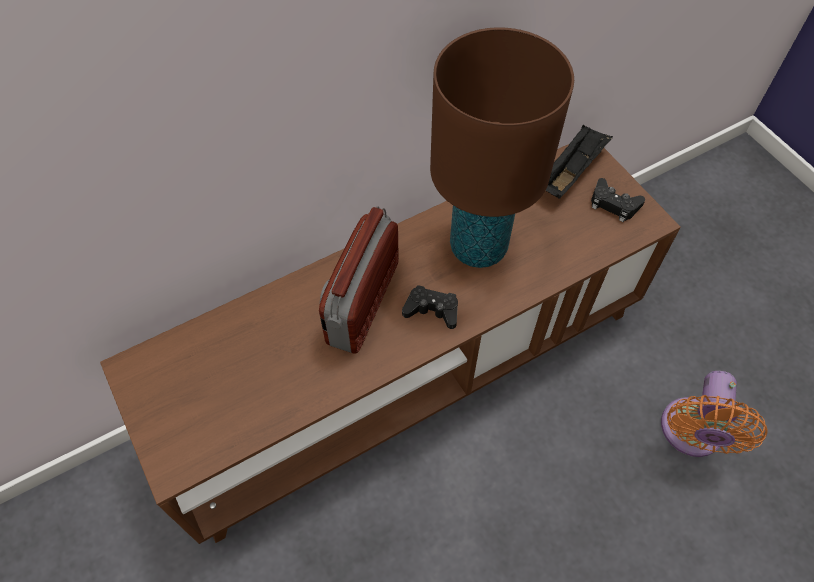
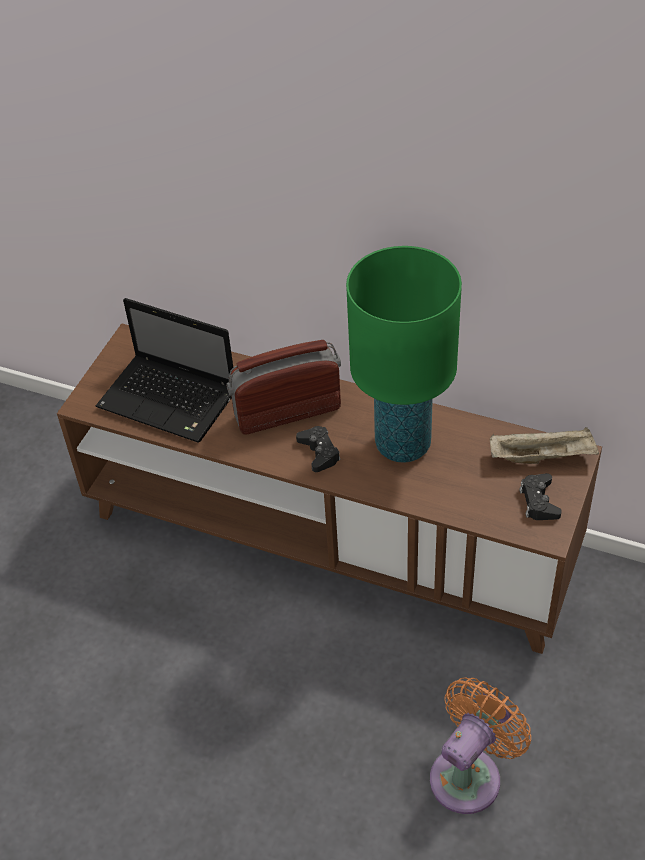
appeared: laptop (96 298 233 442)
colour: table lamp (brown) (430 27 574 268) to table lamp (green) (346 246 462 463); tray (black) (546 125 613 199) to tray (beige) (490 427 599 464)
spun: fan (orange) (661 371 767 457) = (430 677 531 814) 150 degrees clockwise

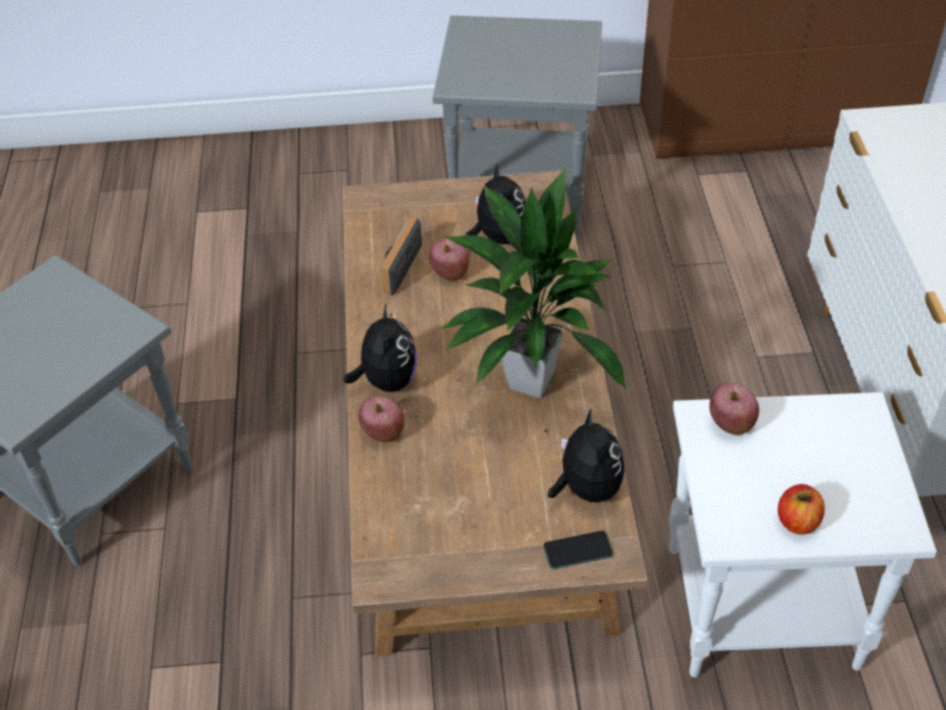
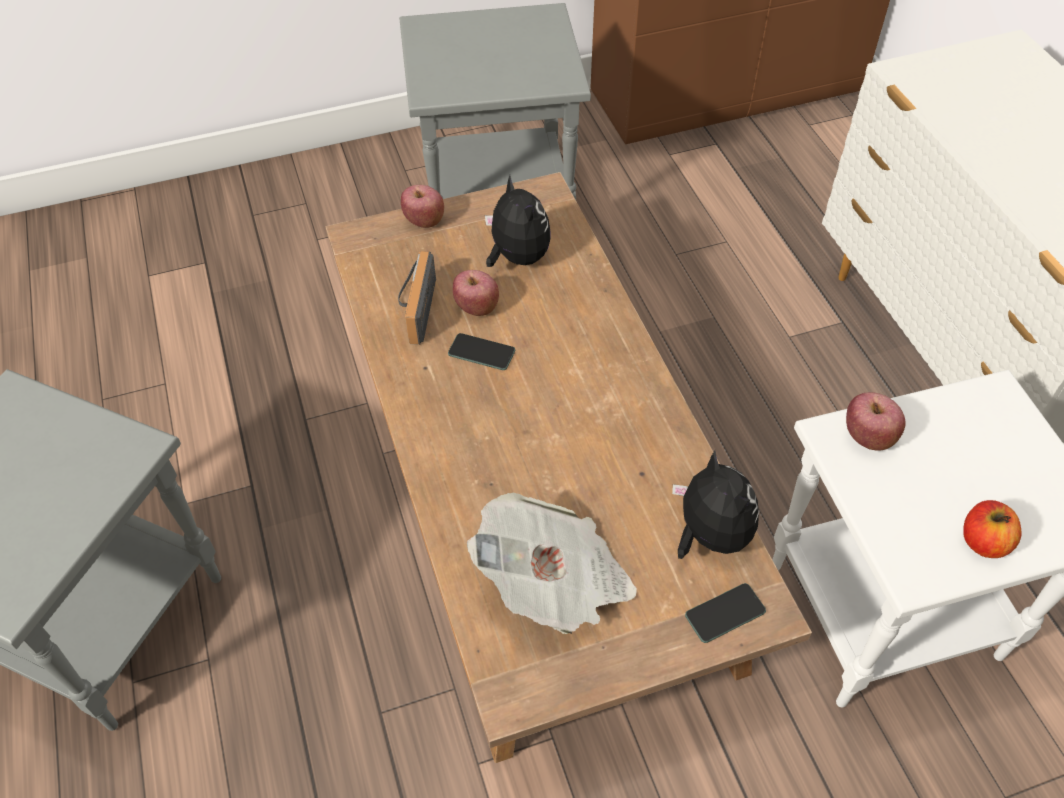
missing: plush toy (344 303 418 392); potted plant (440 168 627 398)
appeared: phone (448 333 515 370); newspaper (467 492 637 634)
relocated: apple (359 396 405 442) to (401 185 444 228)

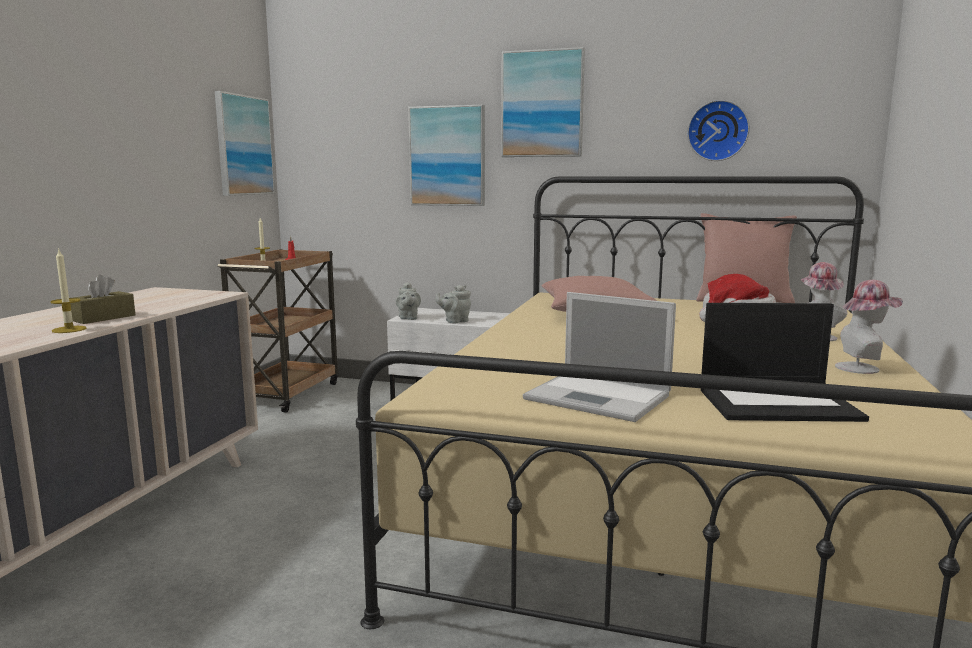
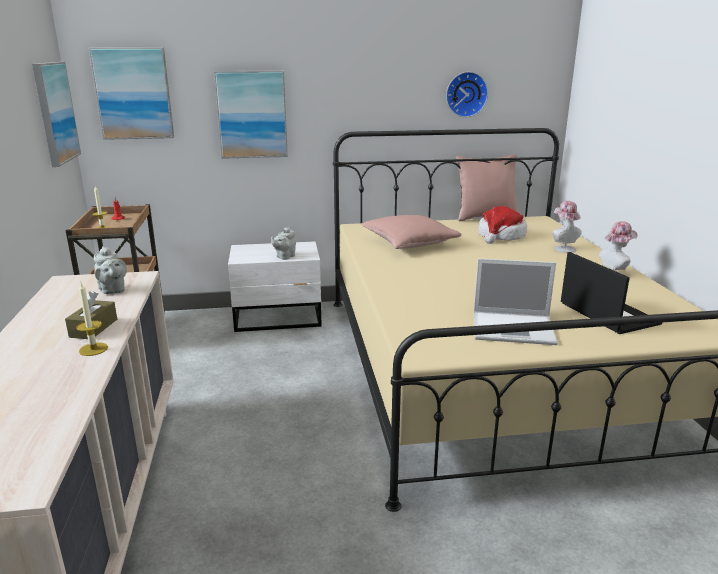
relocated: teapot (grey) (396 282 421 320) to (94 246 127 294); picture (501 47 585 157) to (88 48 174 140)
spun: laptop (701 303 869 422) = (561 252 662 334) 90 degrees counterclockwise

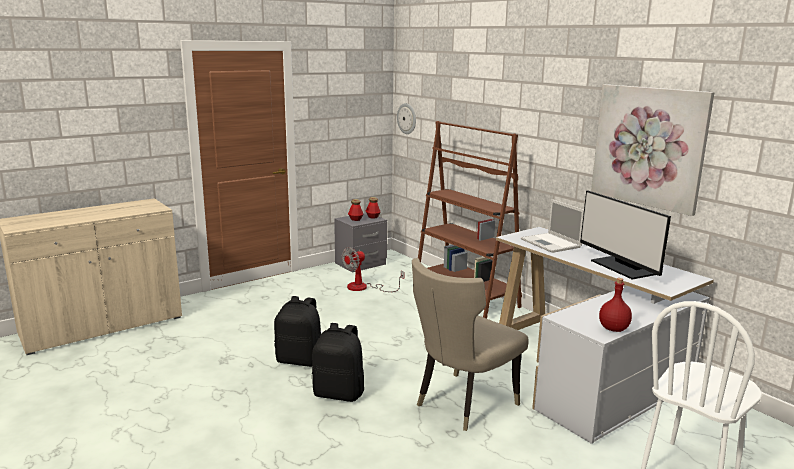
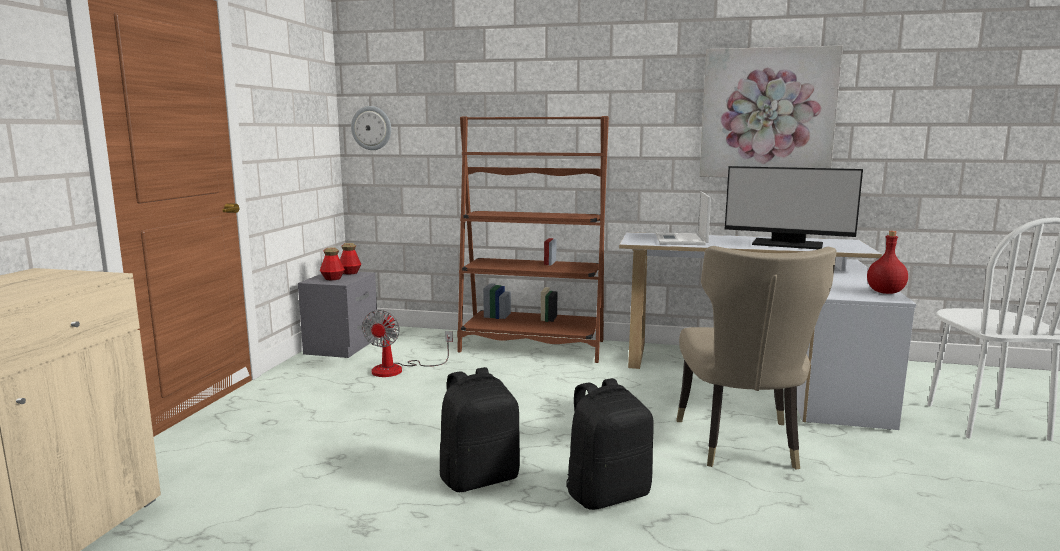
spun: laptop (521 199 584 253) = (655 191 711 245) 75 degrees clockwise

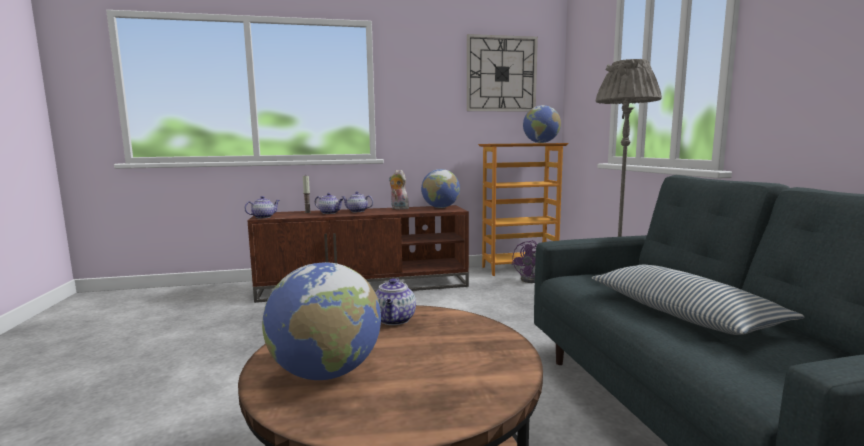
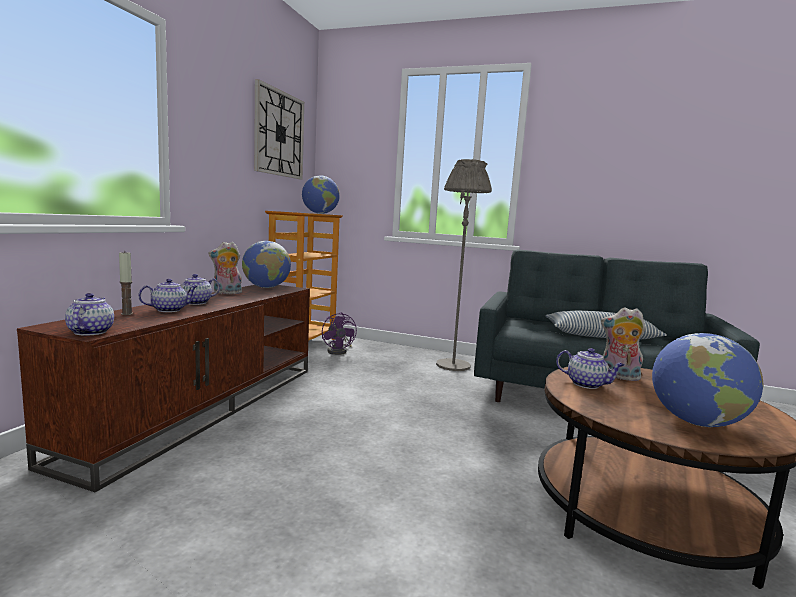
appeared: plush toy (601 307 646 381)

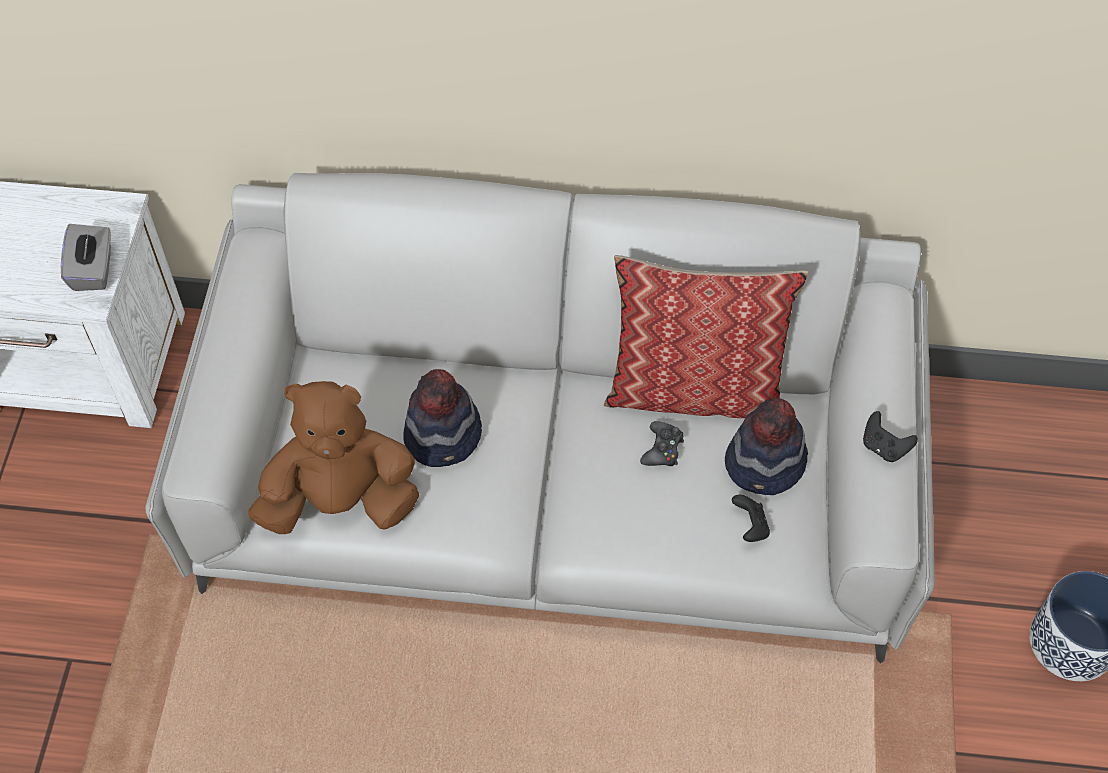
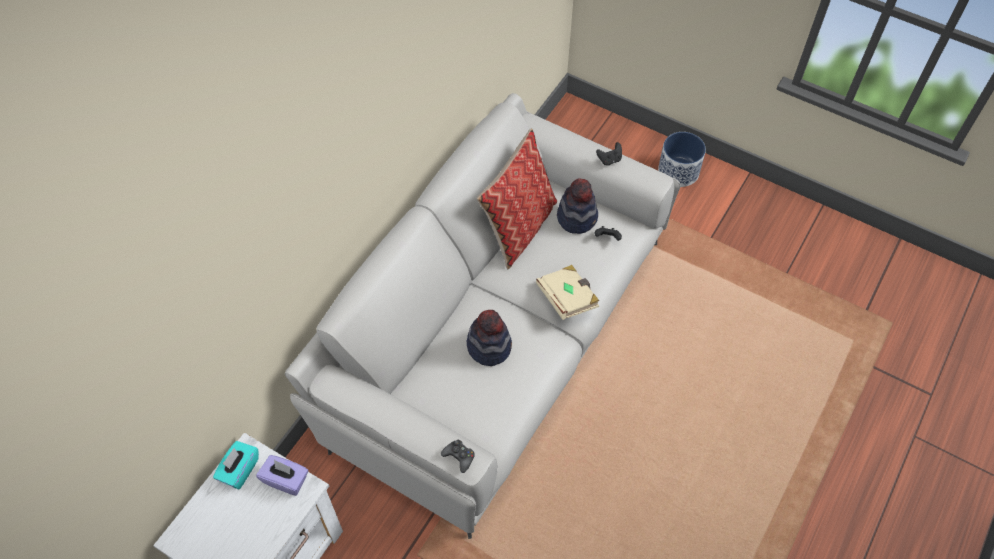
missing: plush toy (brown) (248 381 419 534)
appeared: tissue box (turquoise) (213 441 259 489); book (beige) (536 265 599 320)
relocated: game controller (black) (640 421 684 466) to (441 440 474 473)
colour: tissue box (grey) (61 224 111 291) to tissue box (purple) (256 455 308 496)

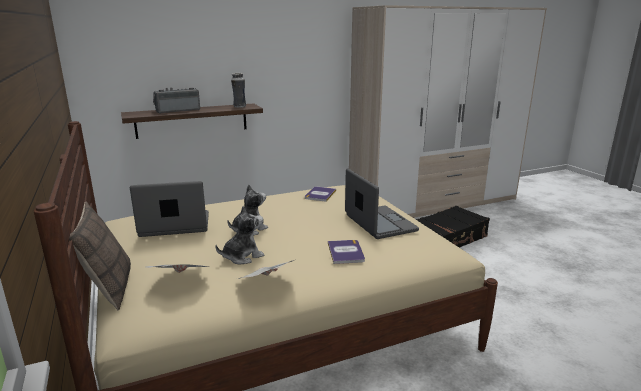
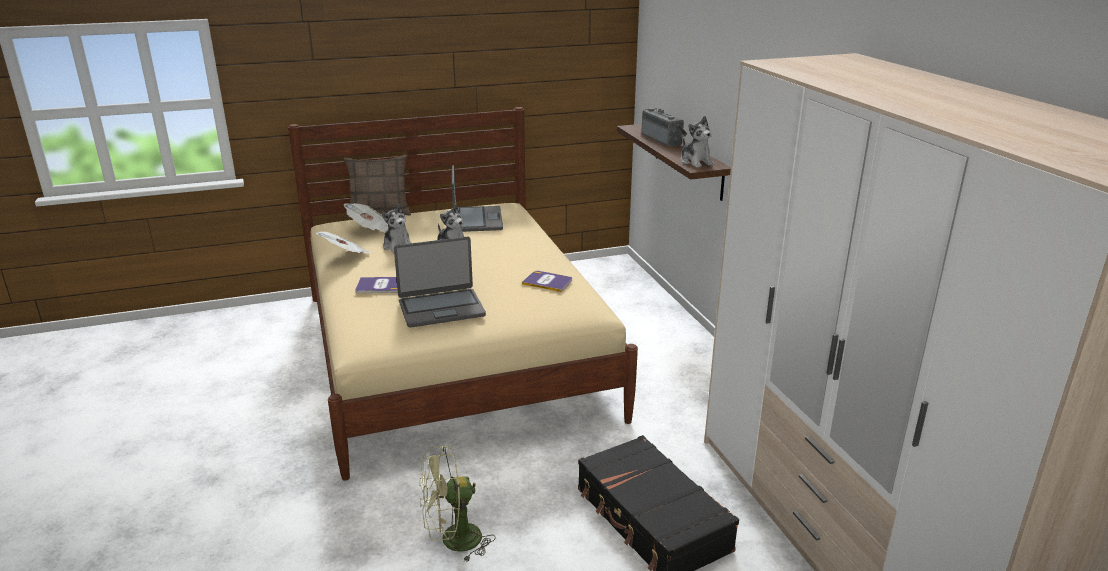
appeared: fan (green) (419 445 496 563)
exchanged: vase (231 73 246 108) to plush toy (680 116 714 168)

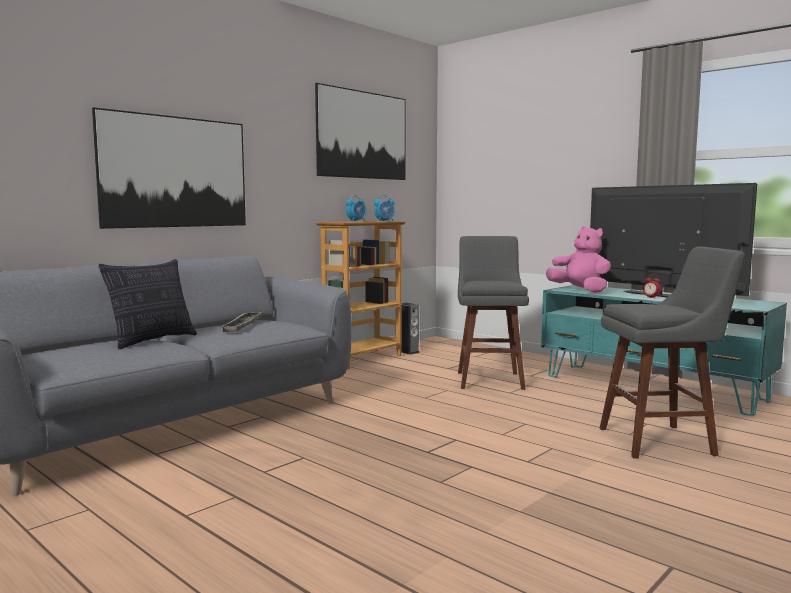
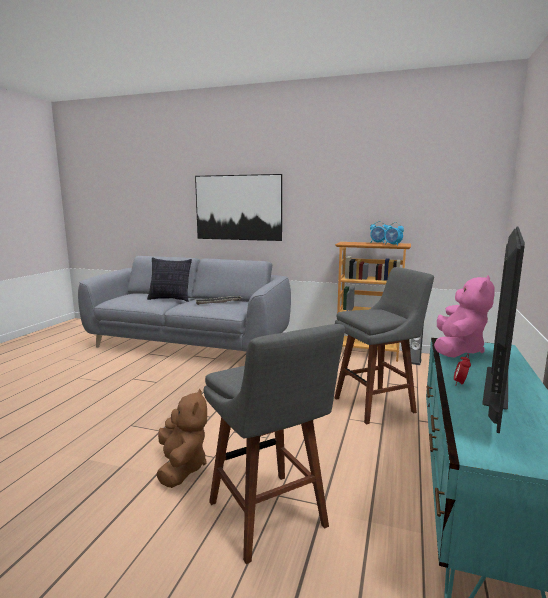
missing: picture (315 83 406 180)
appeared: plush toy (brown) (156 389 207 488)

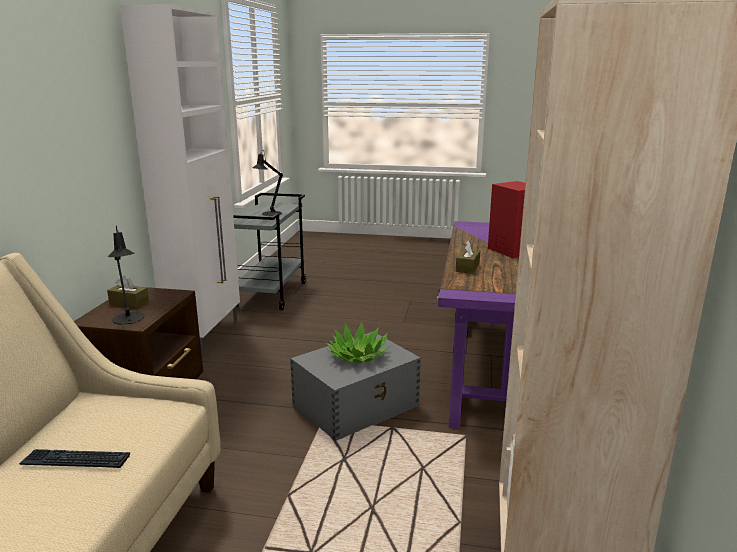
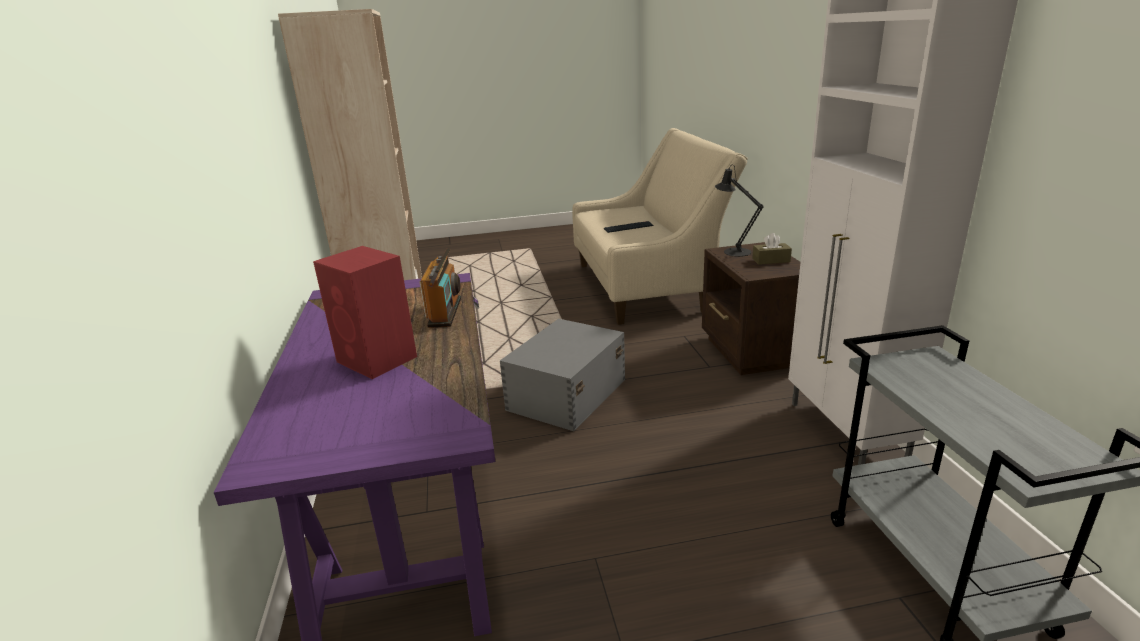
missing: table lamp (black) (252 150 283 216); potted plant (326 321 391 363)
exchanged: tissue box (brown) (456 241 480 274) to radio (420 248 461 328)

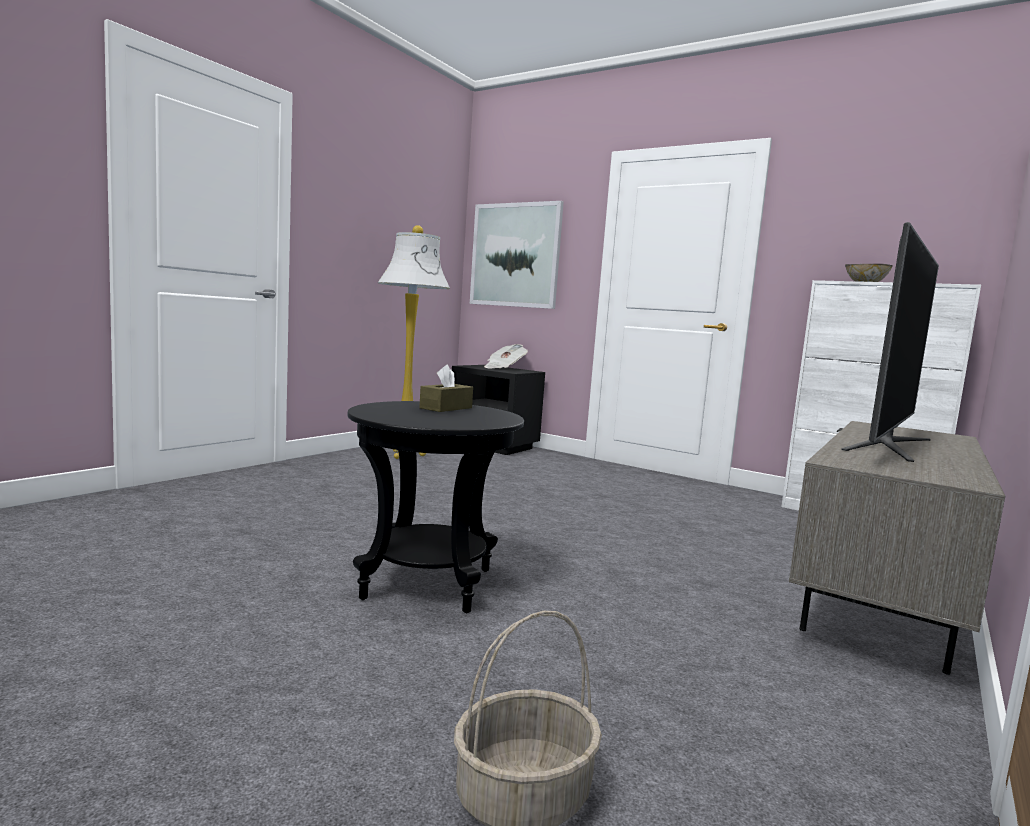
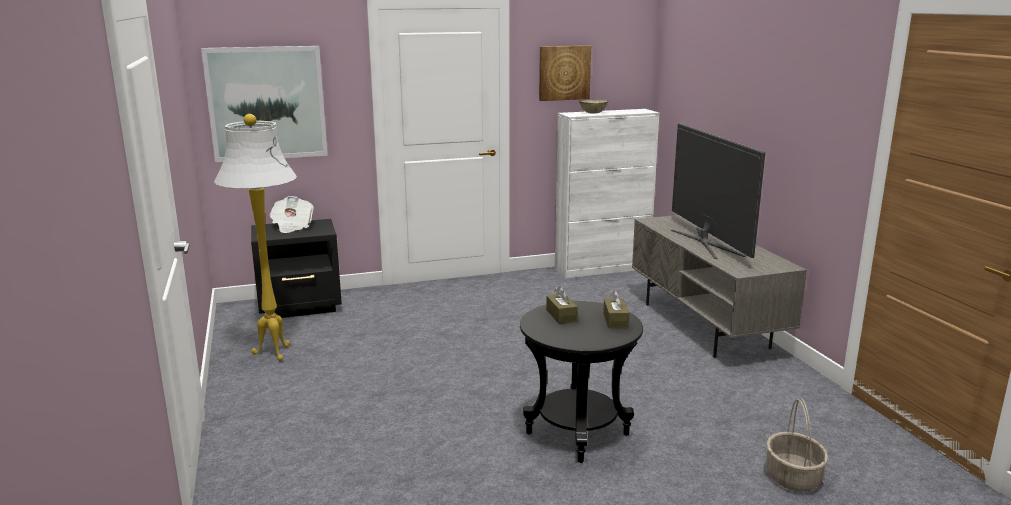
appeared: picture (539 45 591 101); tissue box (brown) (603 291 629 328)

